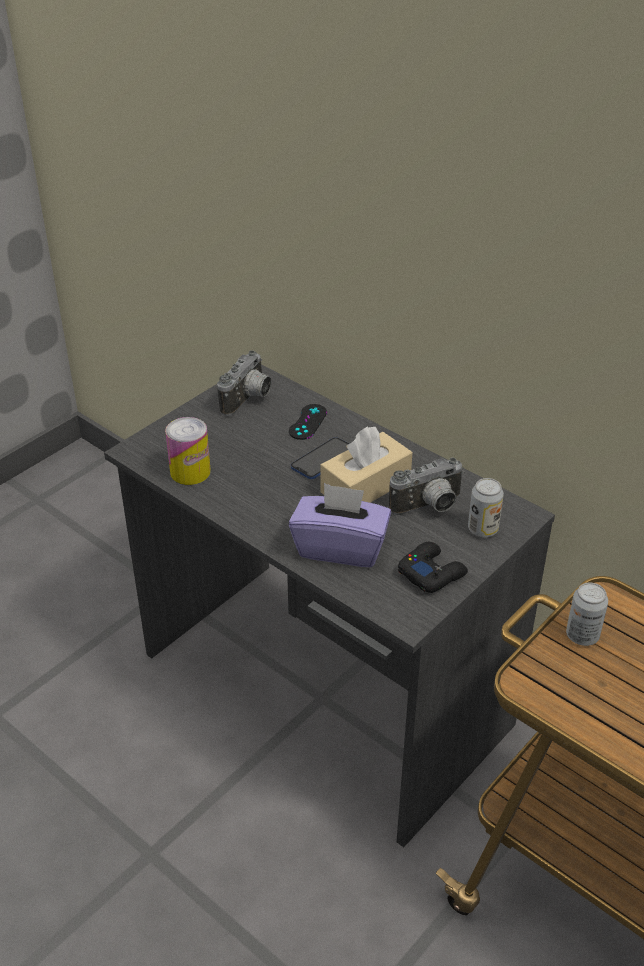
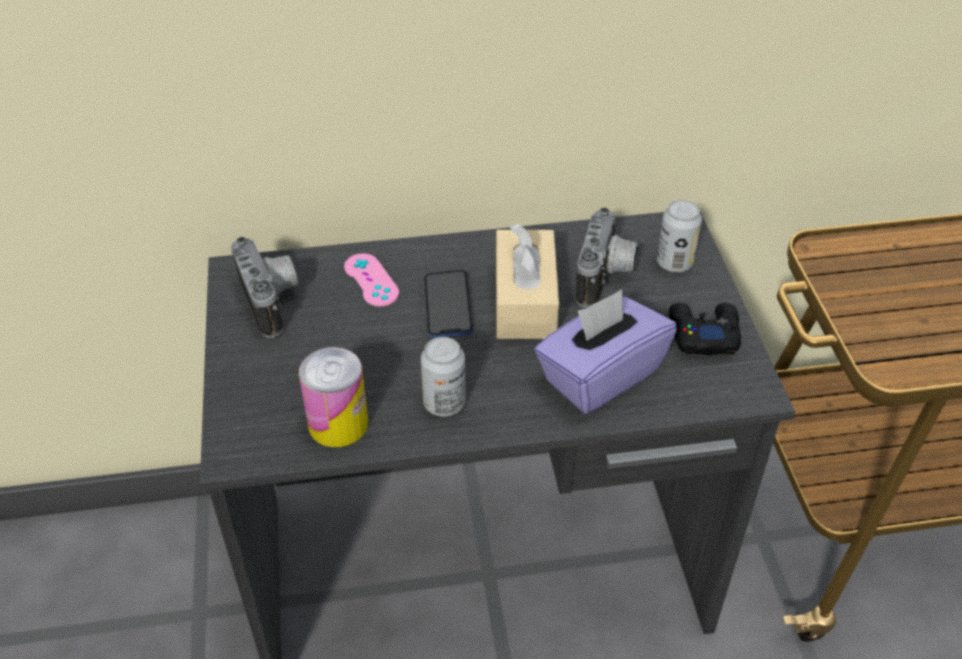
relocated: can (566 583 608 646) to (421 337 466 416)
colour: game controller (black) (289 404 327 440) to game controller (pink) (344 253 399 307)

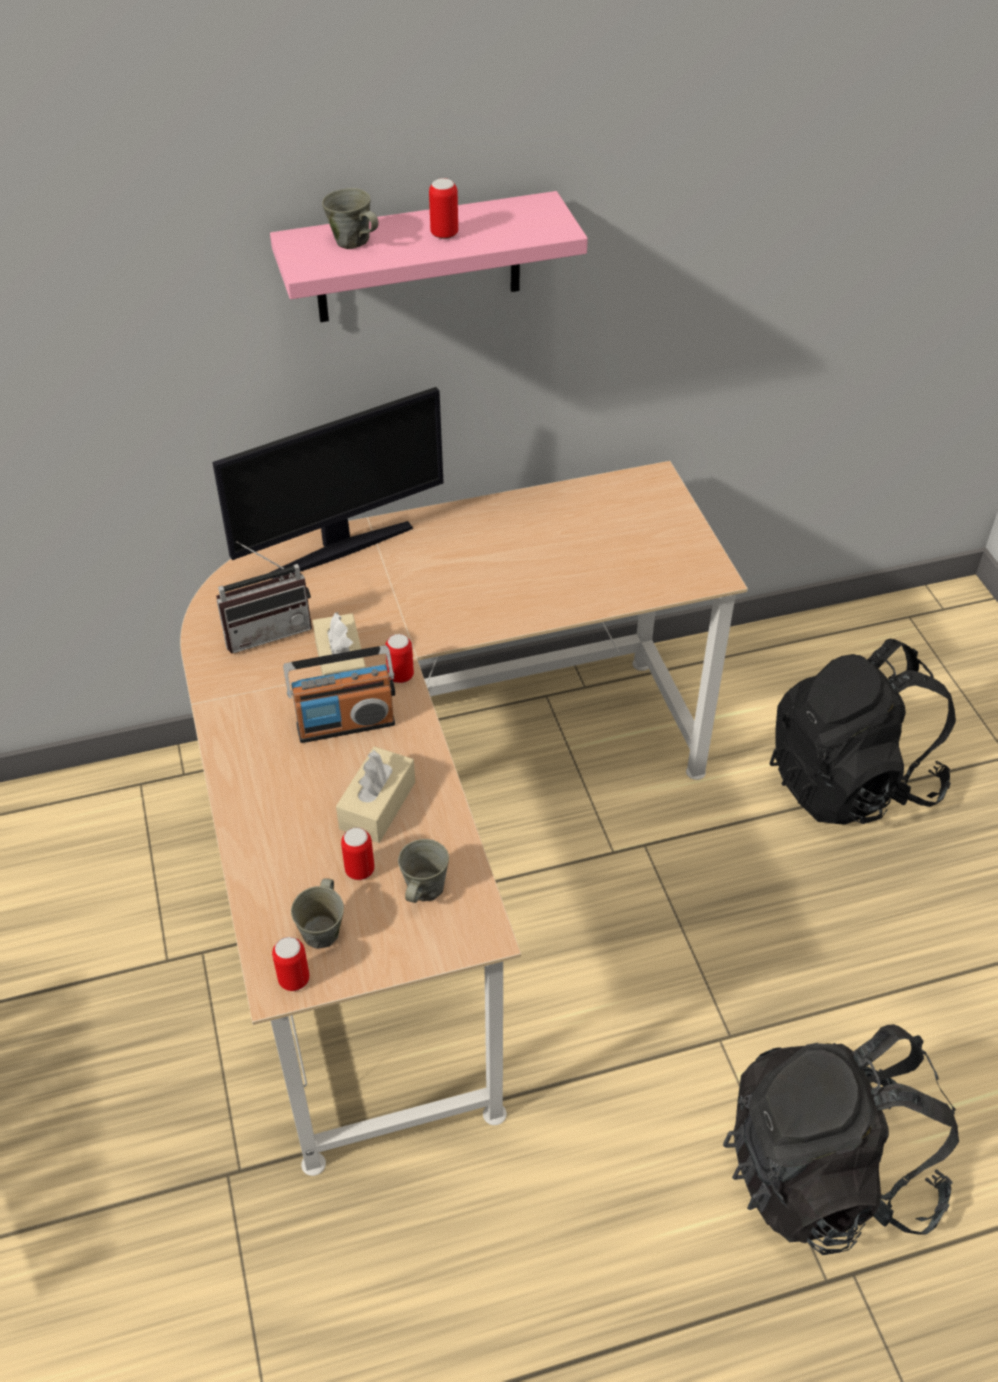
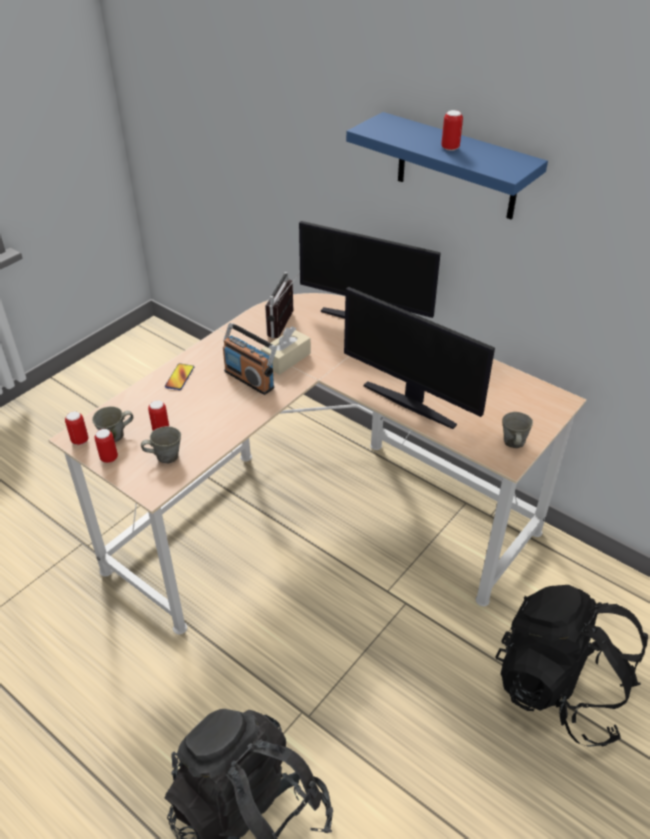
missing: tissue box (beige) (336 746 415 843)
appeared: phone (165 363 194 390); monitor (344 287 495 429)
relocated: mug (grey) (322 188 379 249) to (502 412 533 448); can (385 634 414 683) to (95 429 118 463)
colour: shelf (pink) (270 191 588 322) to shelf (blue) (346 112 548 220)
spun: radio (216 541 312 654) = (265 272 300 338) 75 degrees clockwise

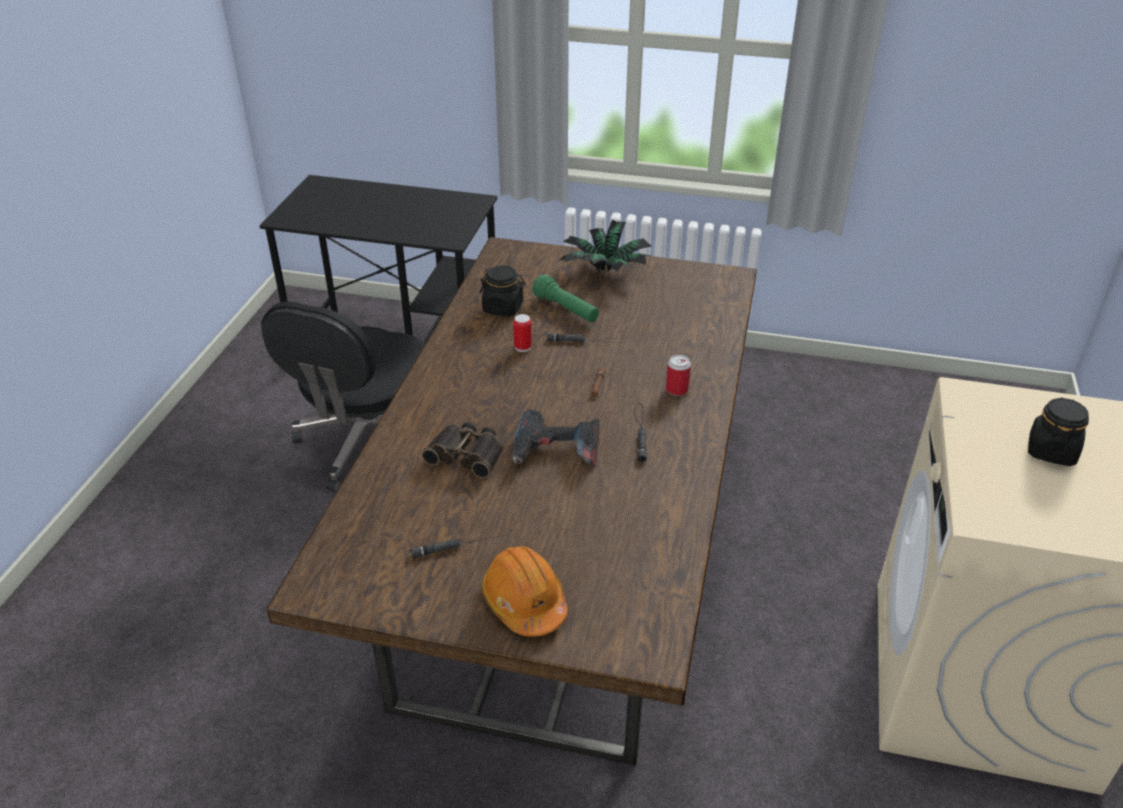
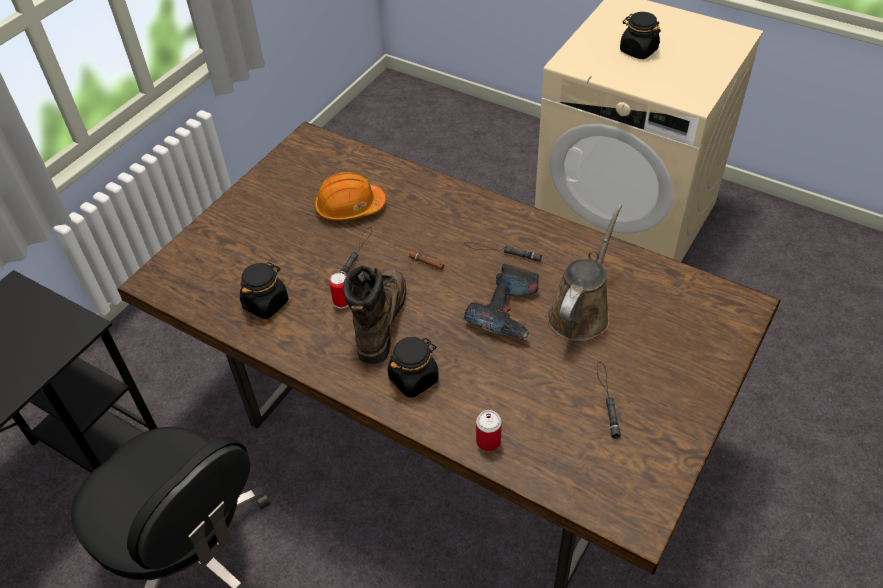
missing: binoculars (422 422 503 478); flashlight (green) (532 275 599 322); potted plant (560 219 652 272)
appeared: boot (brown) (343 265 406 364); jar (black) (388 337 439 398); watering can (brown) (547 204 622 341)
relocated: hard hat (orange) (481 546 568 636) to (314 172 386 221); can (666 355 691 396) to (476 410 502 451)

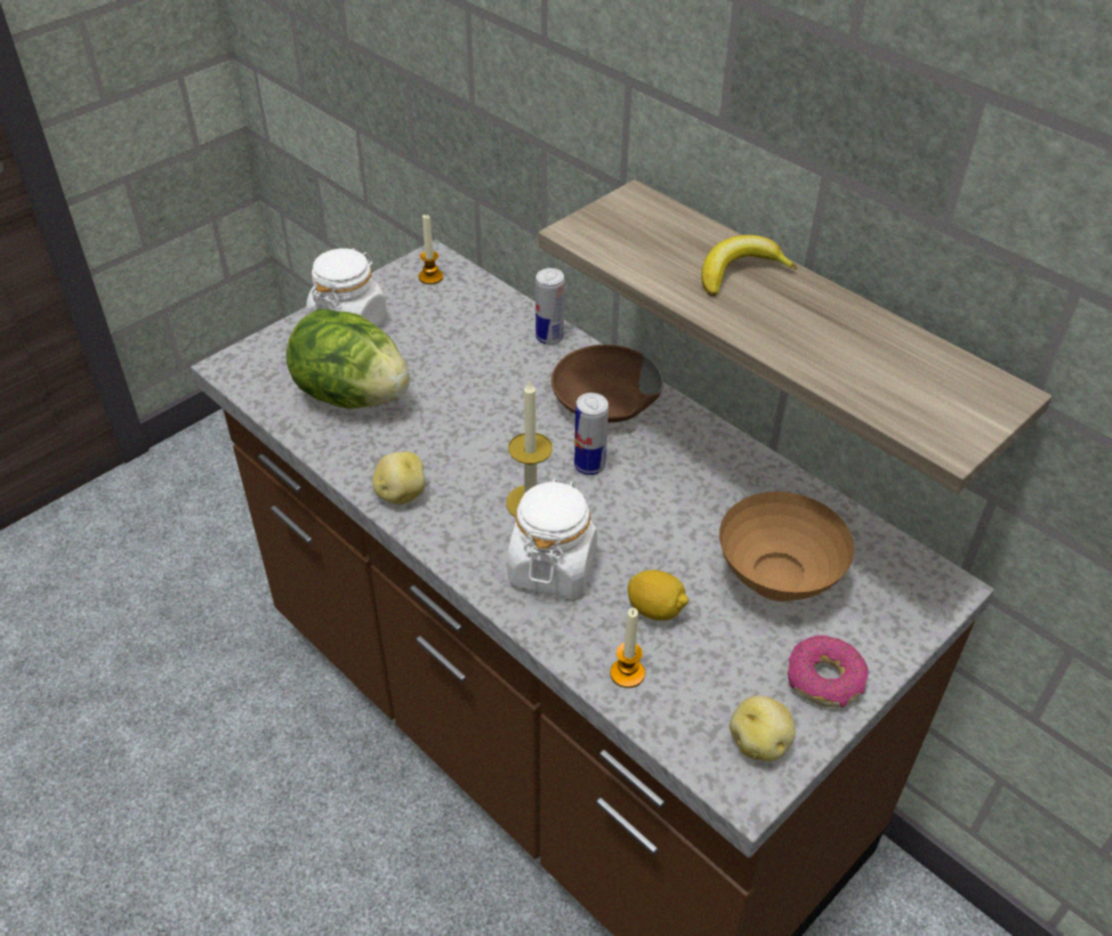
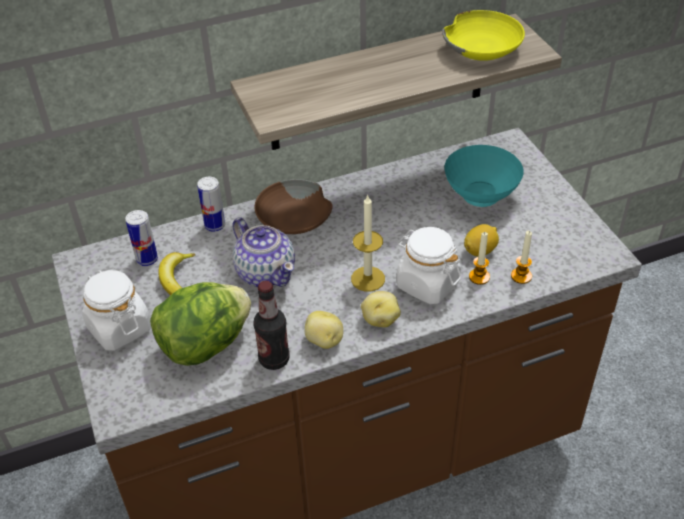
missing: donut (787 635 869 708)
appeared: teapot (232 217 295 287); bottle (253 281 290 370); bowl (yellow) (442 10 525 61)
relocated: candle (419 215 443 284) to (469 232 490 285); can (574 393 609 475) to (125 210 158 266); banana (701 235 797 296) to (158 252 195 295); potato (730 696 795 762) to (361 291 401 327)
colour: bowl (brown) (719 492 855 602) to bowl (turquoise) (444 145 524 207)

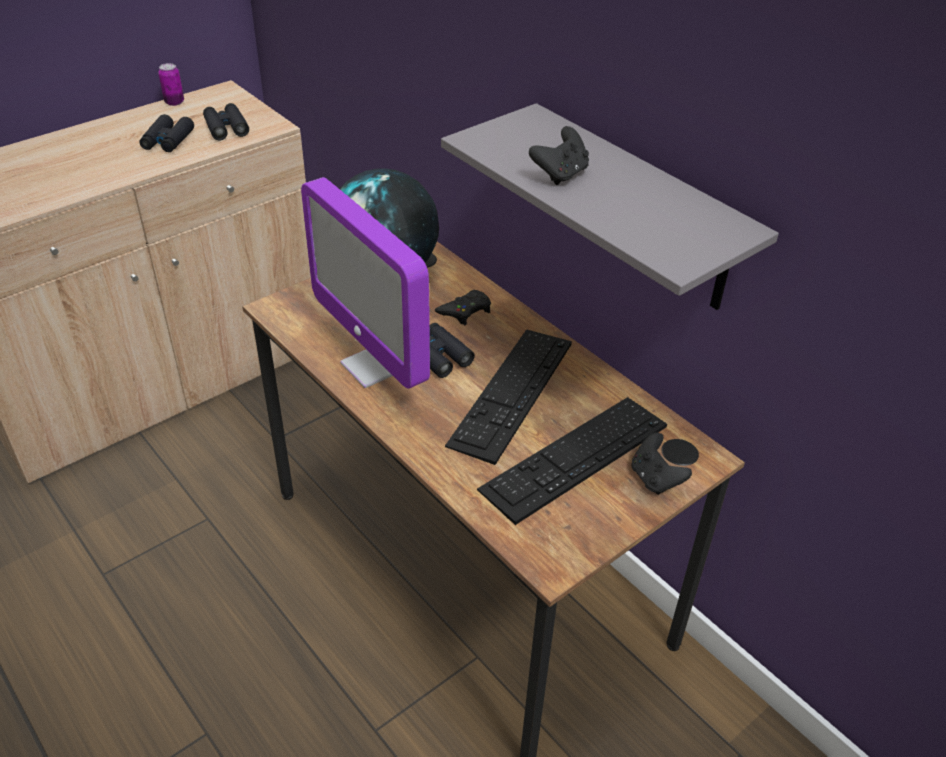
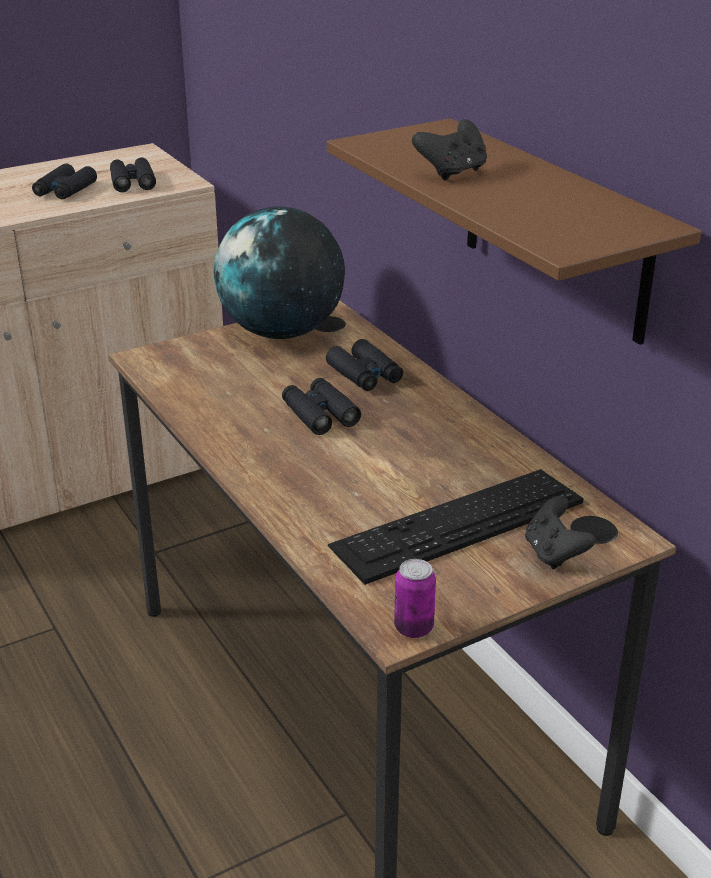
missing: monitor (301 177 430 389); keyboard (445 329 572 465)
relocated: can (158 63 184 106) to (394 559 436 638)
exchanged: game controller (black) (435 290 491 325) to binoculars (black) (326 339 403 391)
colour: shelf (grey) (441 103 779 310) to shelf (brown) (327 119 701 345)

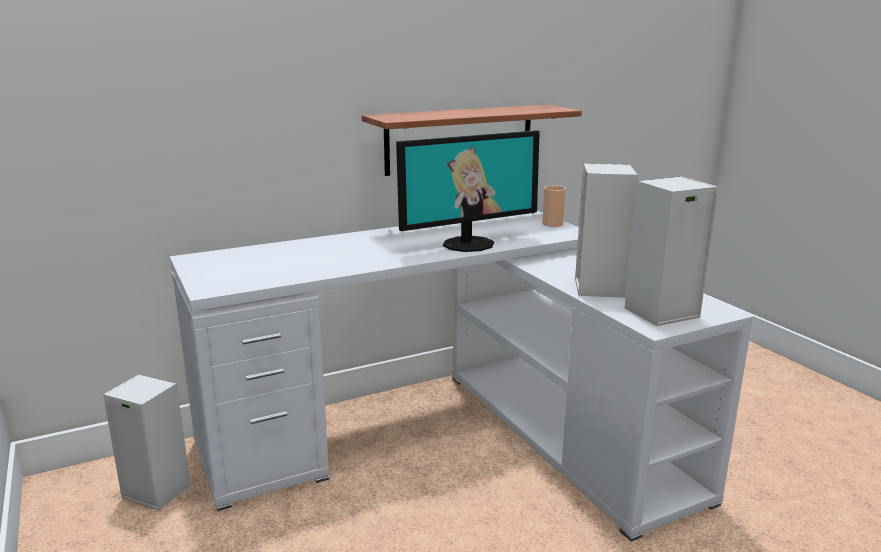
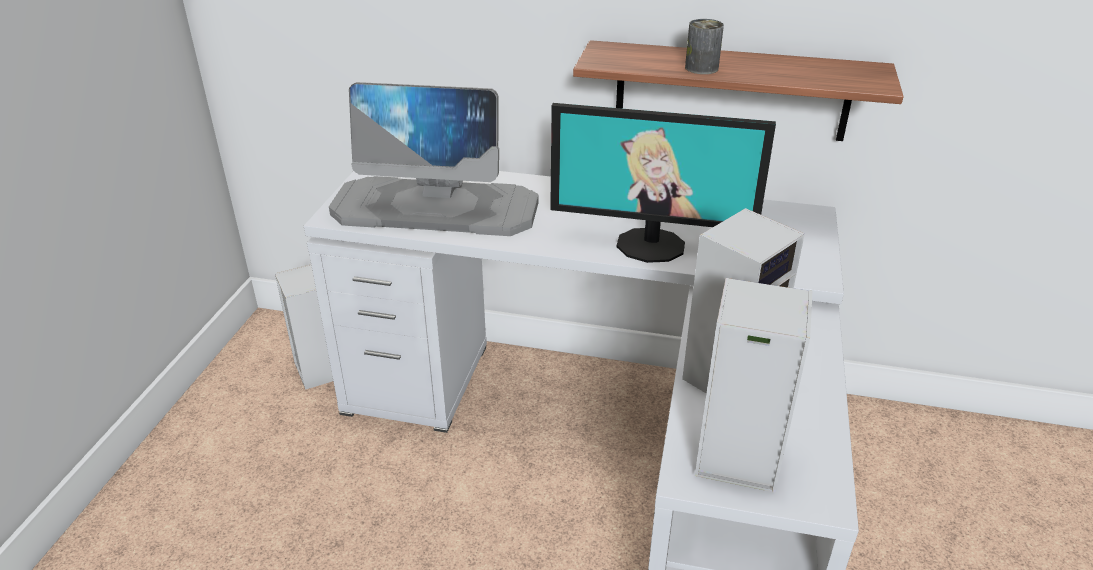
missing: cup (542 185 566 227)
appeared: monitor (329 82 539 236); can (685 19 724 74)

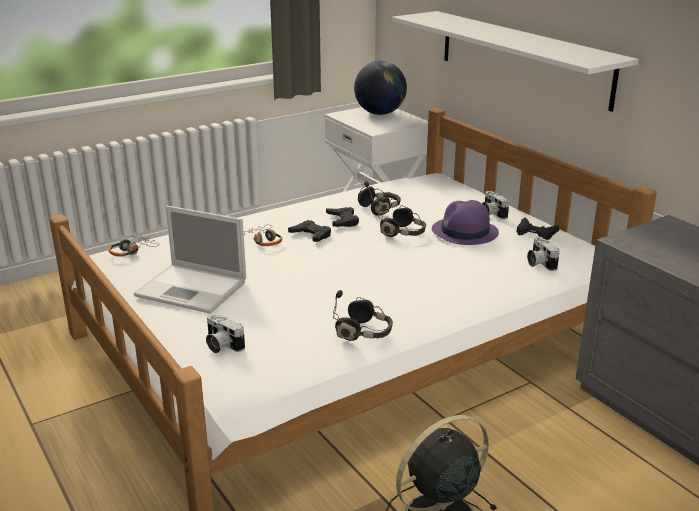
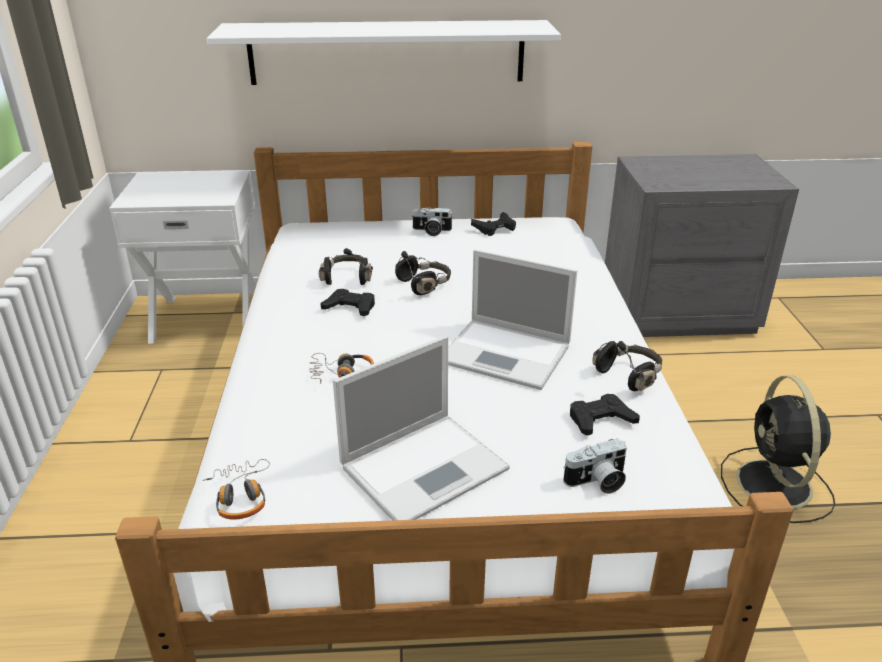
missing: globe (354 61 407 115); hat (purple) (432 200 499 245); photo camera (527 236 560 271)
appeared: laptop (448 249 577 390)
relocated: game controller (black) (288 220 331 242) to (570 394 640 436)

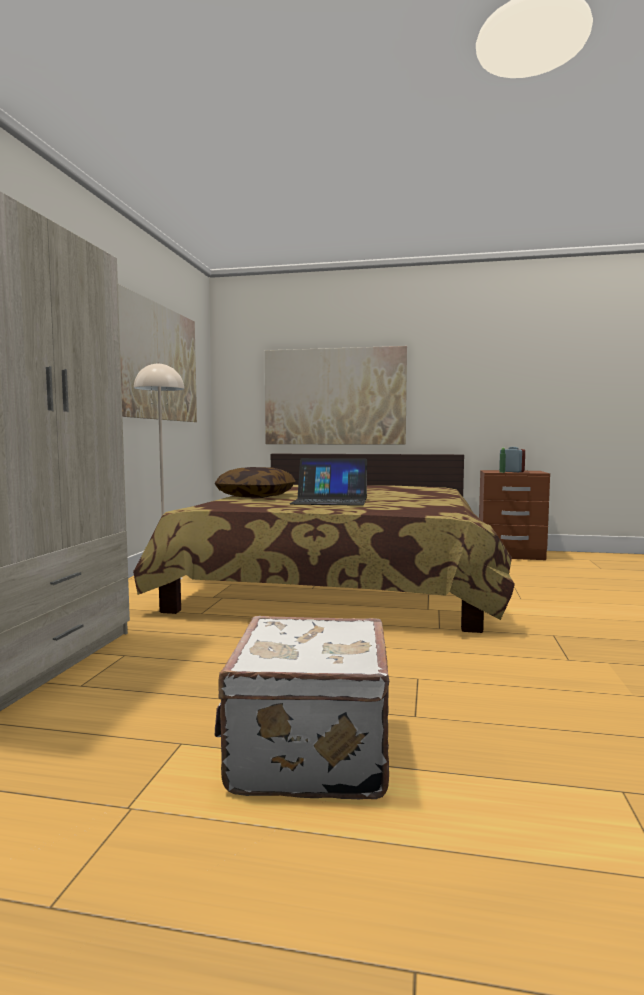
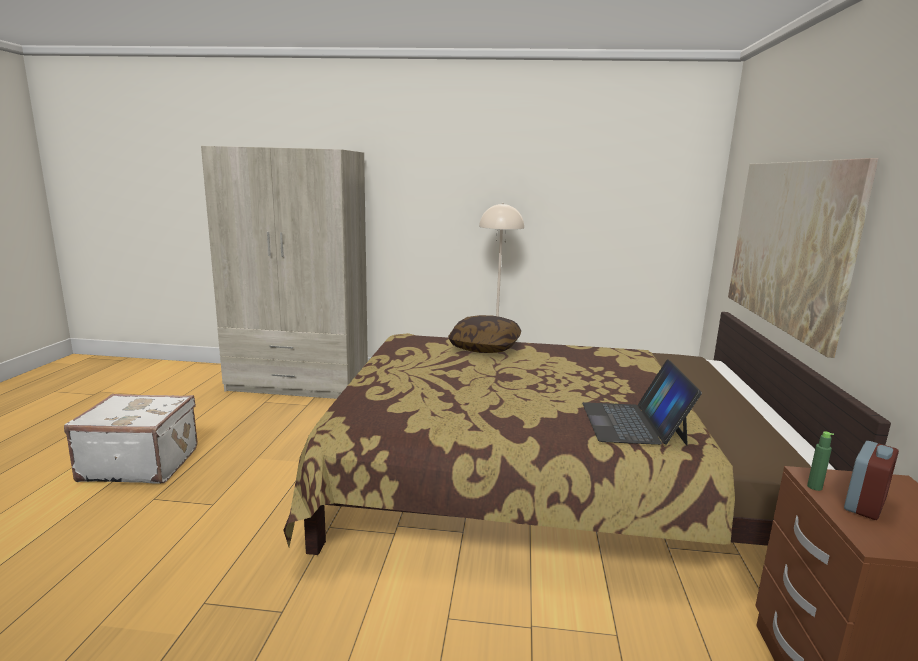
missing: picture (118 284 197 422)
relocated: laptop (290 458 367 506) to (582 359 702 446)

